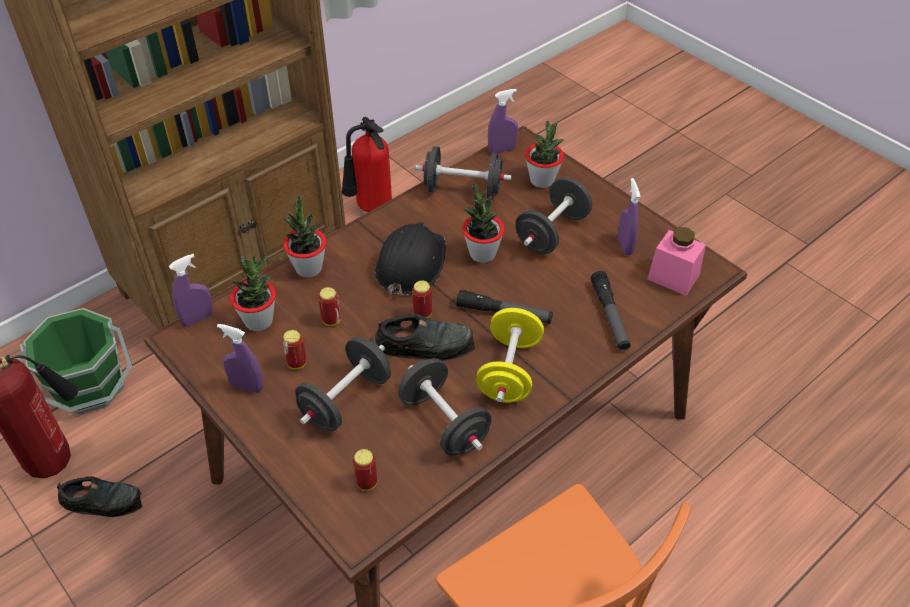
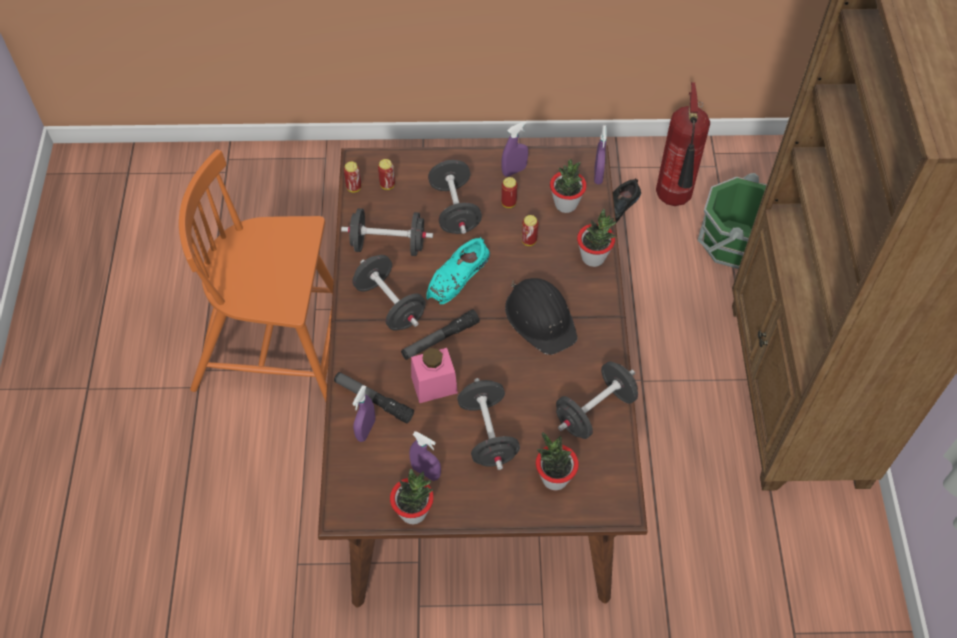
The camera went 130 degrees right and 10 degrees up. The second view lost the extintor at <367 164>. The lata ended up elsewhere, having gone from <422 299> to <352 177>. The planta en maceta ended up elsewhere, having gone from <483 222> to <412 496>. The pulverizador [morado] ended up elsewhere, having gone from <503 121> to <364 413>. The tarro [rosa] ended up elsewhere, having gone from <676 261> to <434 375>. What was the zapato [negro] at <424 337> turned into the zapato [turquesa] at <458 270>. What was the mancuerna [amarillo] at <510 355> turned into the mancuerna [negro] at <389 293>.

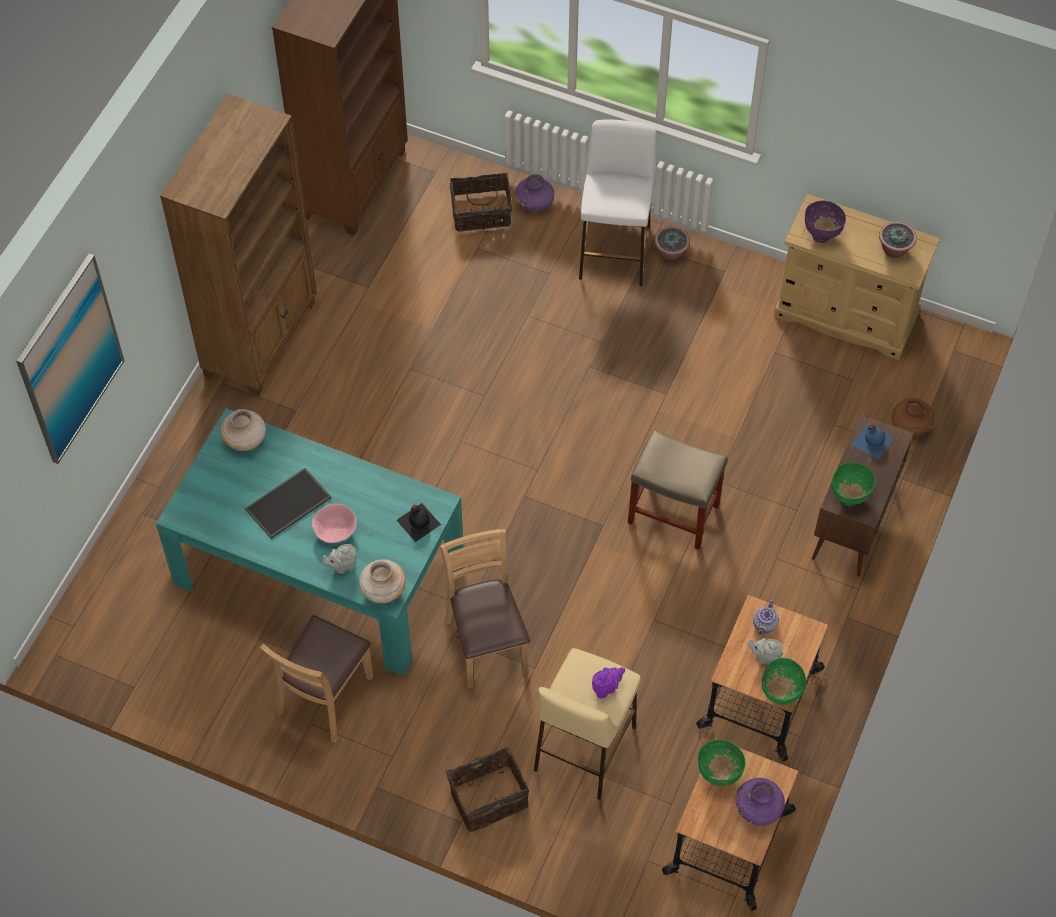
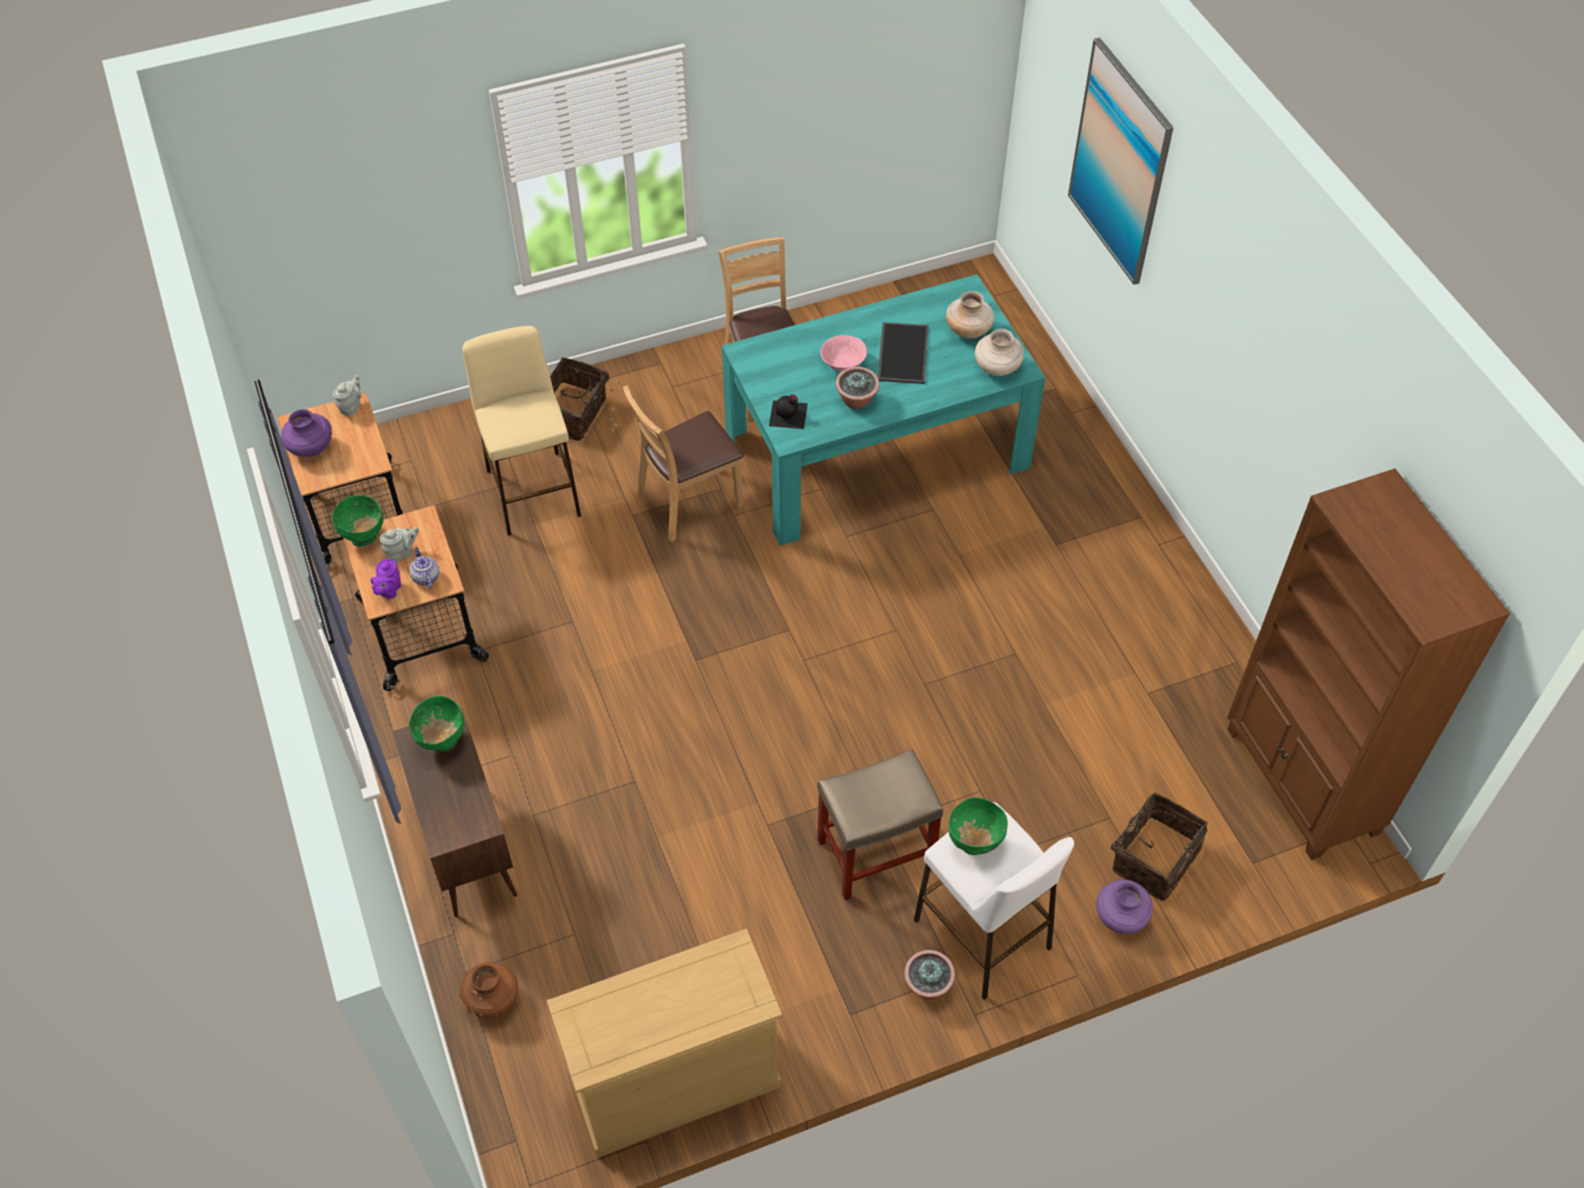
The camera went 135 degrees right and 5 degrees down. The second view lost the estantería [marrón] at <238 245>. The second view lost the cuenco [morado] at <825 221>. The second view lost the botella [azul] at <872 441>. The tetera [gris] ended up elsewhere, having gone from <339 559> to <347 396>. The florero [beis] ended up elsewhere, having gone from <382 581> to <970 315>. The tetera [morado] ended up elsewhere, having gone from <608 682> to <386 579>. The taburete [beis] ended up elsewhere, having gone from <678 490> to <880 824>. The cuenco [verde] ended up elsewhere, having gone from <722 762> to <978 826>. The planta en maceta ended up elsewhere, having gone from <898 239> to <857 388>. The silla [marrón] at <485 608> ended up facing another way, 120 degrees clockwise from before.

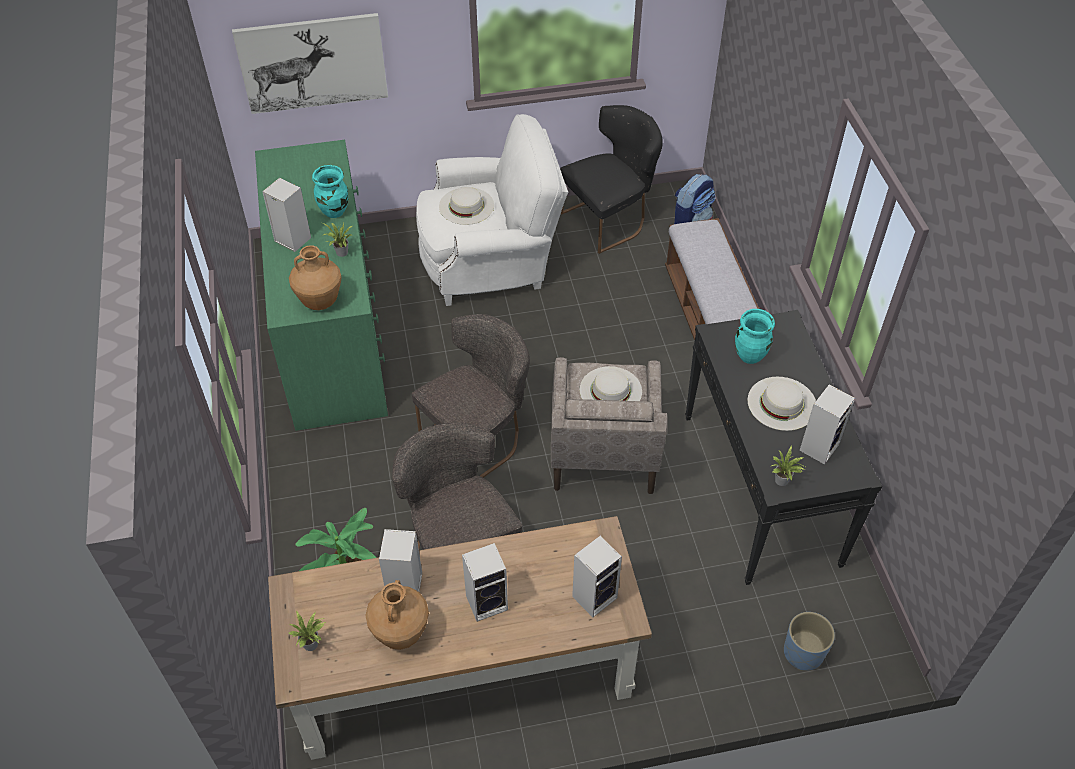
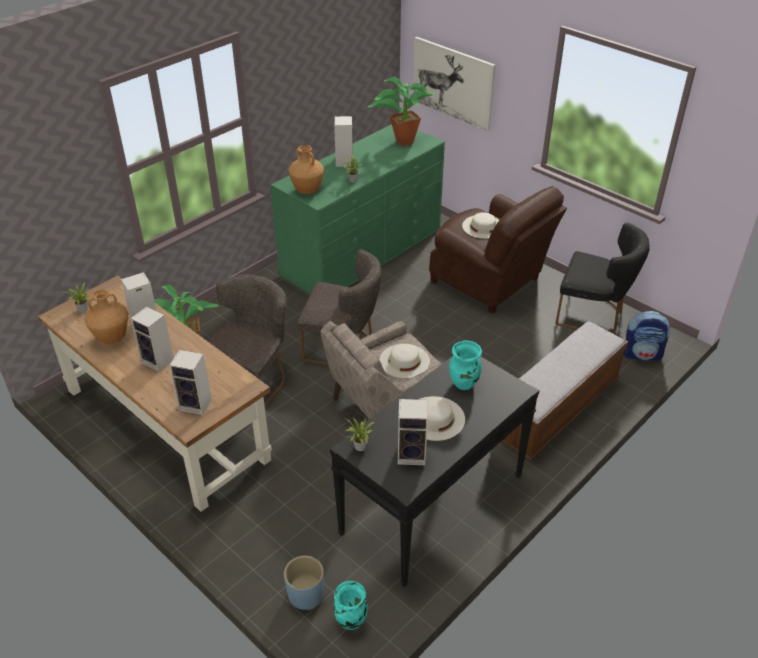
The camera went 55 degrees right and 10 degrees down. The second view gained the planta en maceta at <401 112>. The florero [turquesa] ended up elsewhere, having gone from <330 191> to <350 605>. What was the sillón [blanco] at <492 210> turned into the sillón [marrón] at <498 250>.

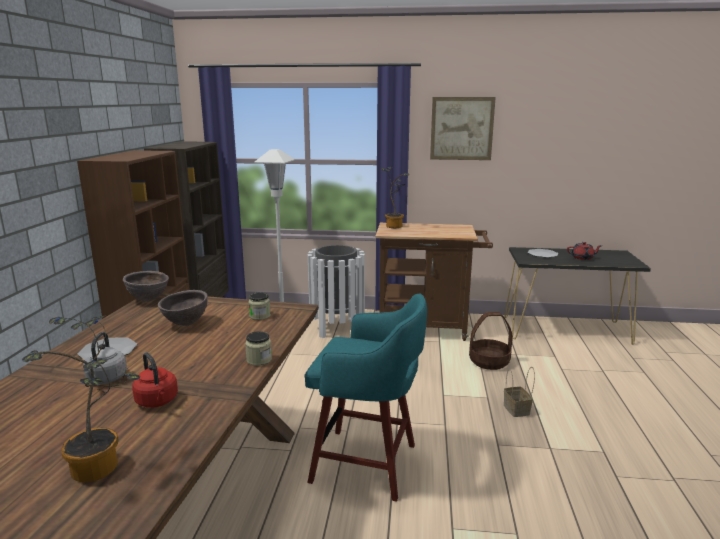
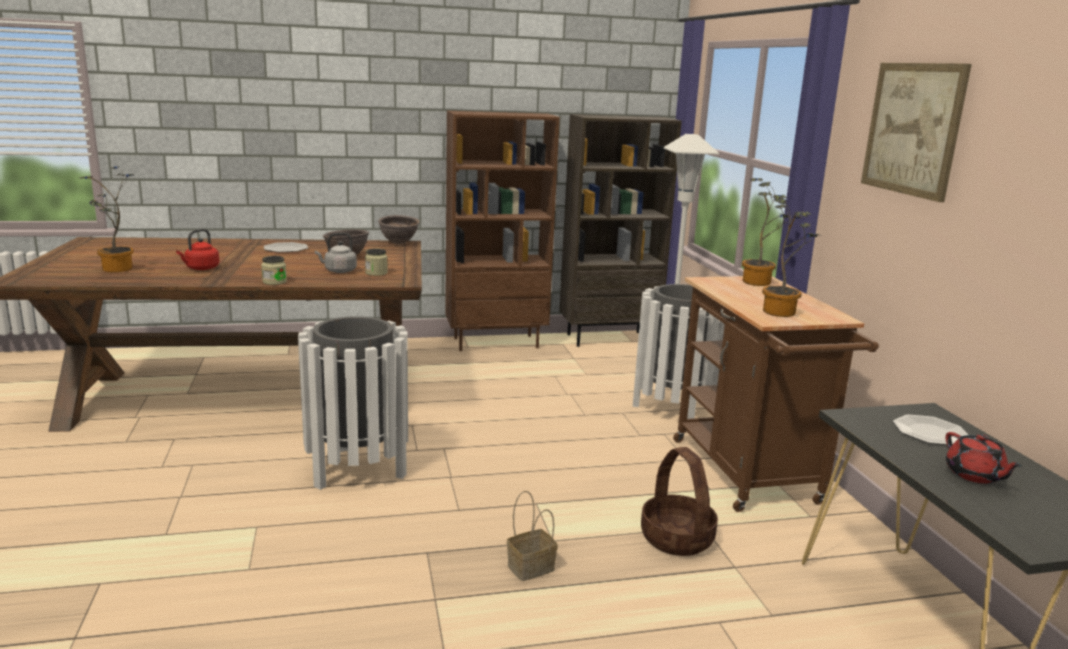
The camera went 70 degrees right and 0 degrees up. The second view gained the planta en maceta at <791 256>. The hervidor [gris] ended up elsewhere, having gone from <105 358> to <336 253>. Where the taburete [turquesa] stood at <366 397>, the papelera [blanco] came to stand at <353 403>.

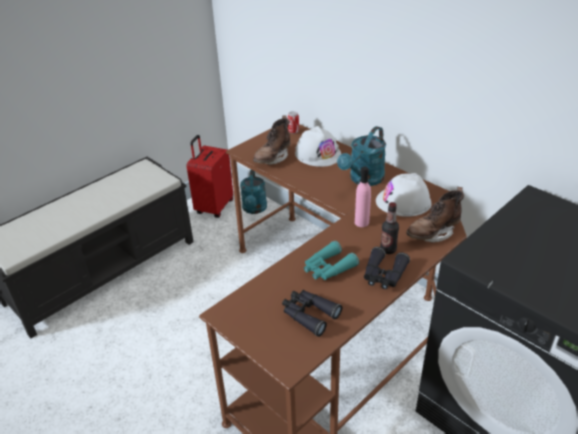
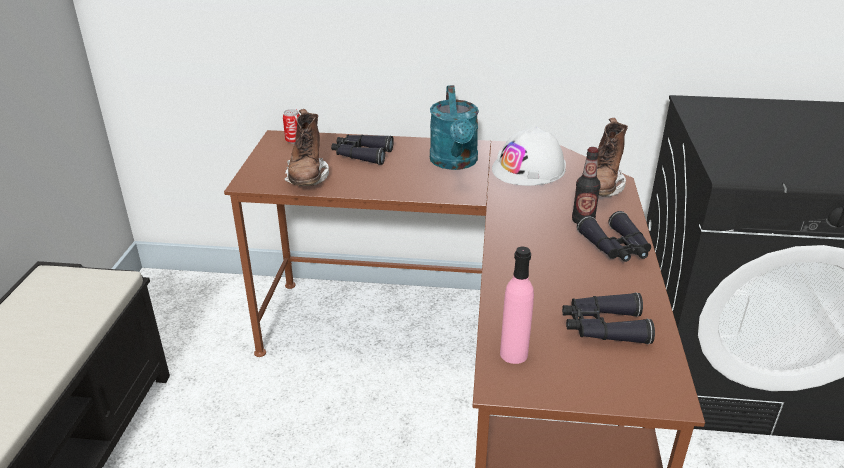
The camera went 40 degrees left and 5 degrees down. The second view lost the maleta [rojo] at <210 176>. The second view lost the regadera [turquesa] at <253 192>. The second view lost the prismáticos [turquesa] at <331 260>. The botella [rosa] ended up elsewhere, having gone from <363 196> to <517 305>. Where the casco [blanco] stood at <318 146>, the prismáticos [negro] came to stand at <362 150>.

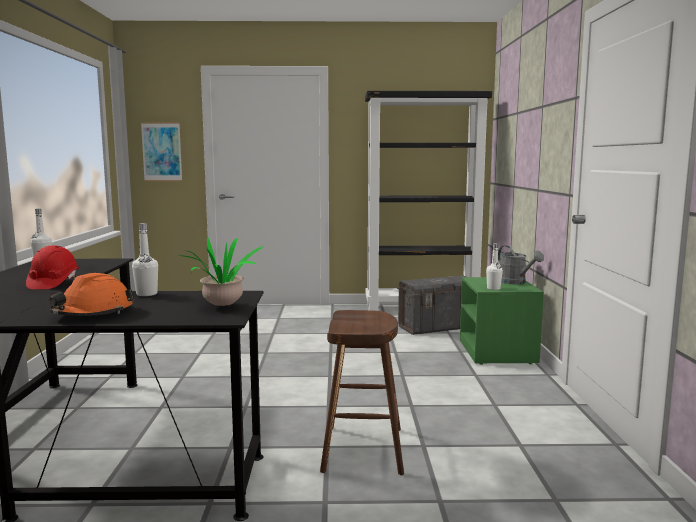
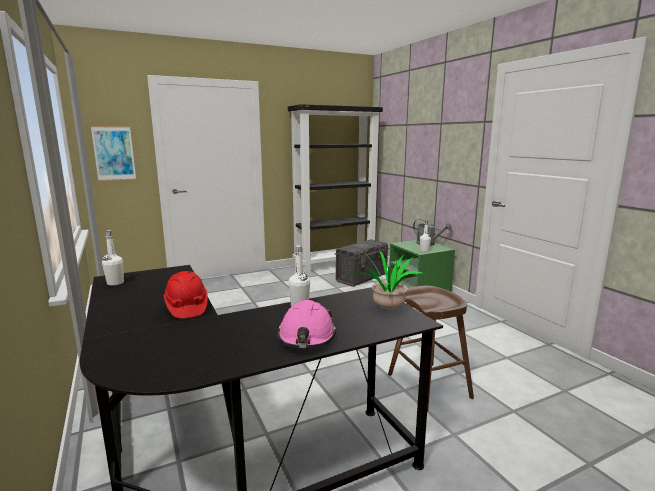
The camera went 25 degrees left and 5 degrees up. What was the casco [naranja] at <92 294> turned into the casco [rosa] at <307 324>.

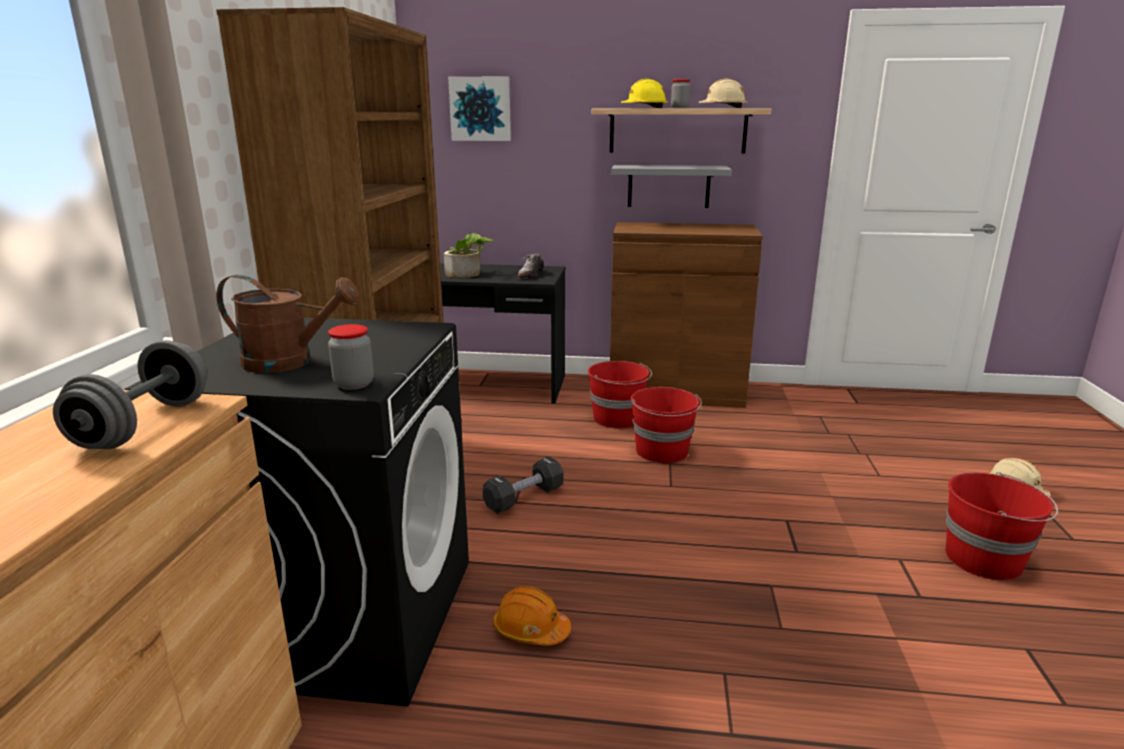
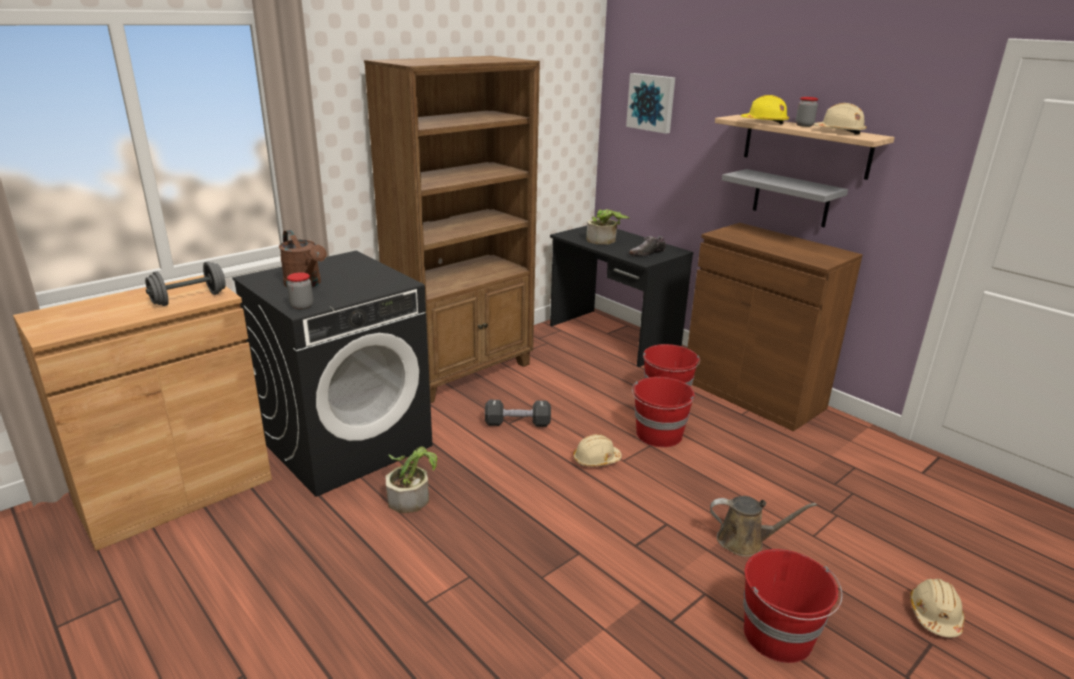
The camera went 40 degrees right and 5 degrees up. The second view gained the casco [beis] at <597 450>. The second view gained the regadera [marrón] at <763 526>. Where the casco [naranja] stood at <532 616>, the planta en maceta came to stand at <411 480>.

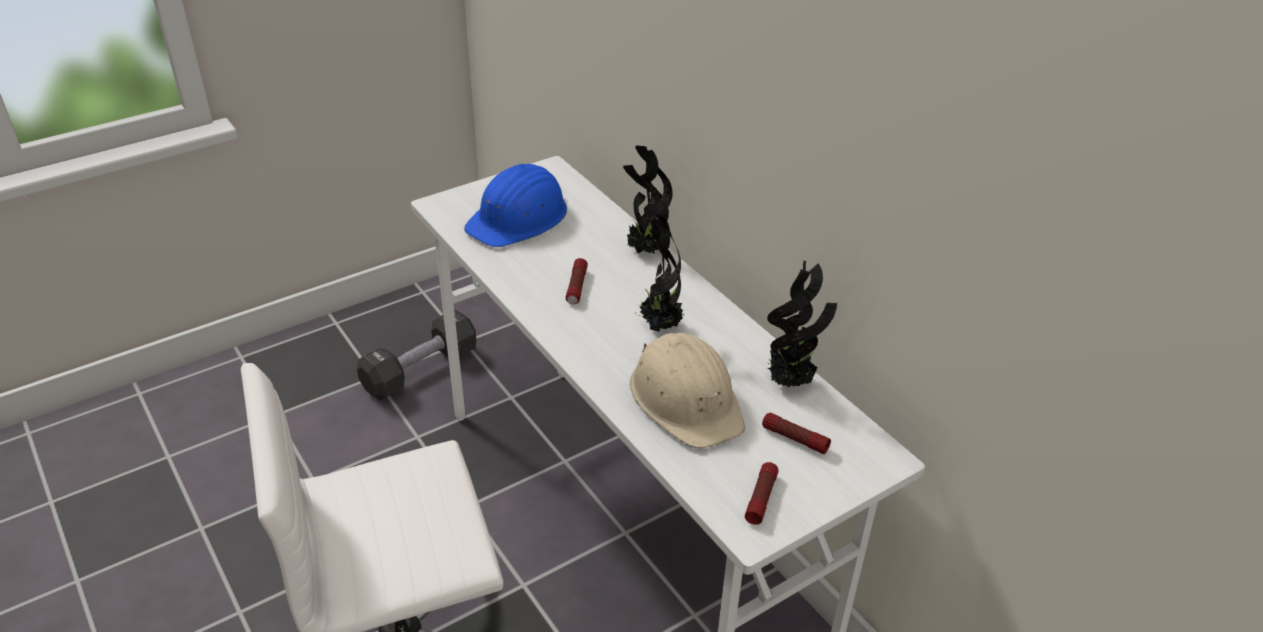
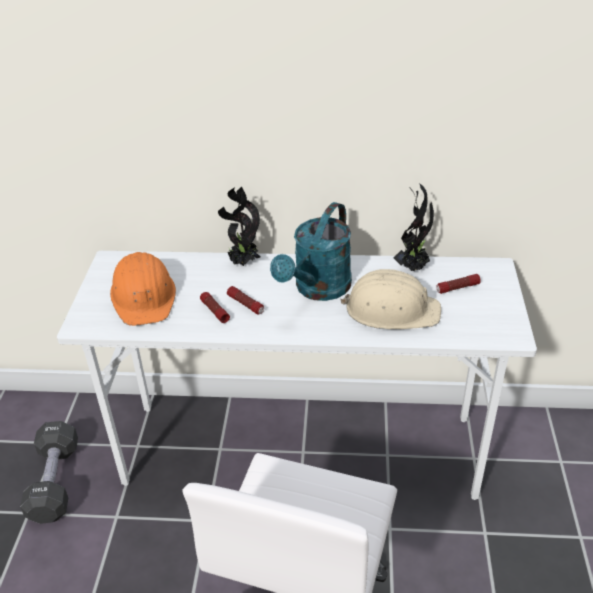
The camera went 50 degrees left and 0 degrees up. The linterna ended up elsewhere, having gone from <762 493> to <215 307>. Where the planta en maceta stood at <659 272>, the regadera [turquesa] came to stand at <311 251>. What was the casco [azul] at <515 205> turned into the casco [naranja] at <143 289>.

